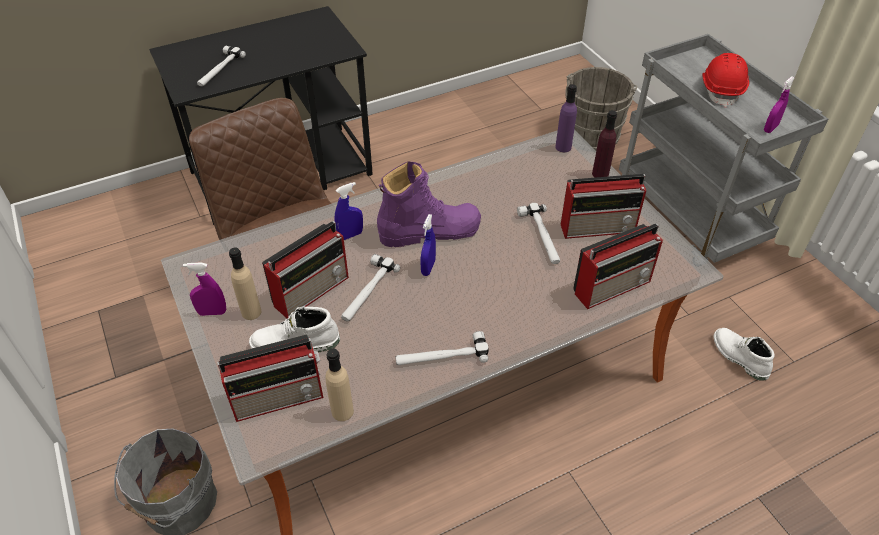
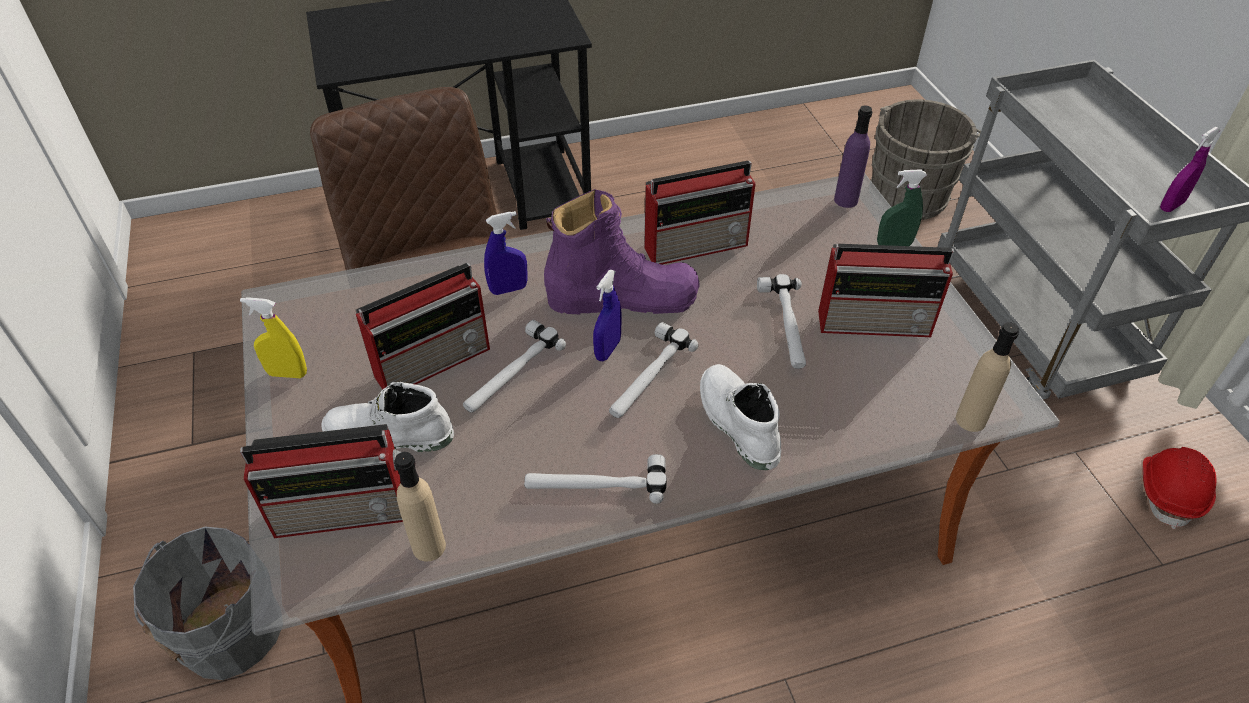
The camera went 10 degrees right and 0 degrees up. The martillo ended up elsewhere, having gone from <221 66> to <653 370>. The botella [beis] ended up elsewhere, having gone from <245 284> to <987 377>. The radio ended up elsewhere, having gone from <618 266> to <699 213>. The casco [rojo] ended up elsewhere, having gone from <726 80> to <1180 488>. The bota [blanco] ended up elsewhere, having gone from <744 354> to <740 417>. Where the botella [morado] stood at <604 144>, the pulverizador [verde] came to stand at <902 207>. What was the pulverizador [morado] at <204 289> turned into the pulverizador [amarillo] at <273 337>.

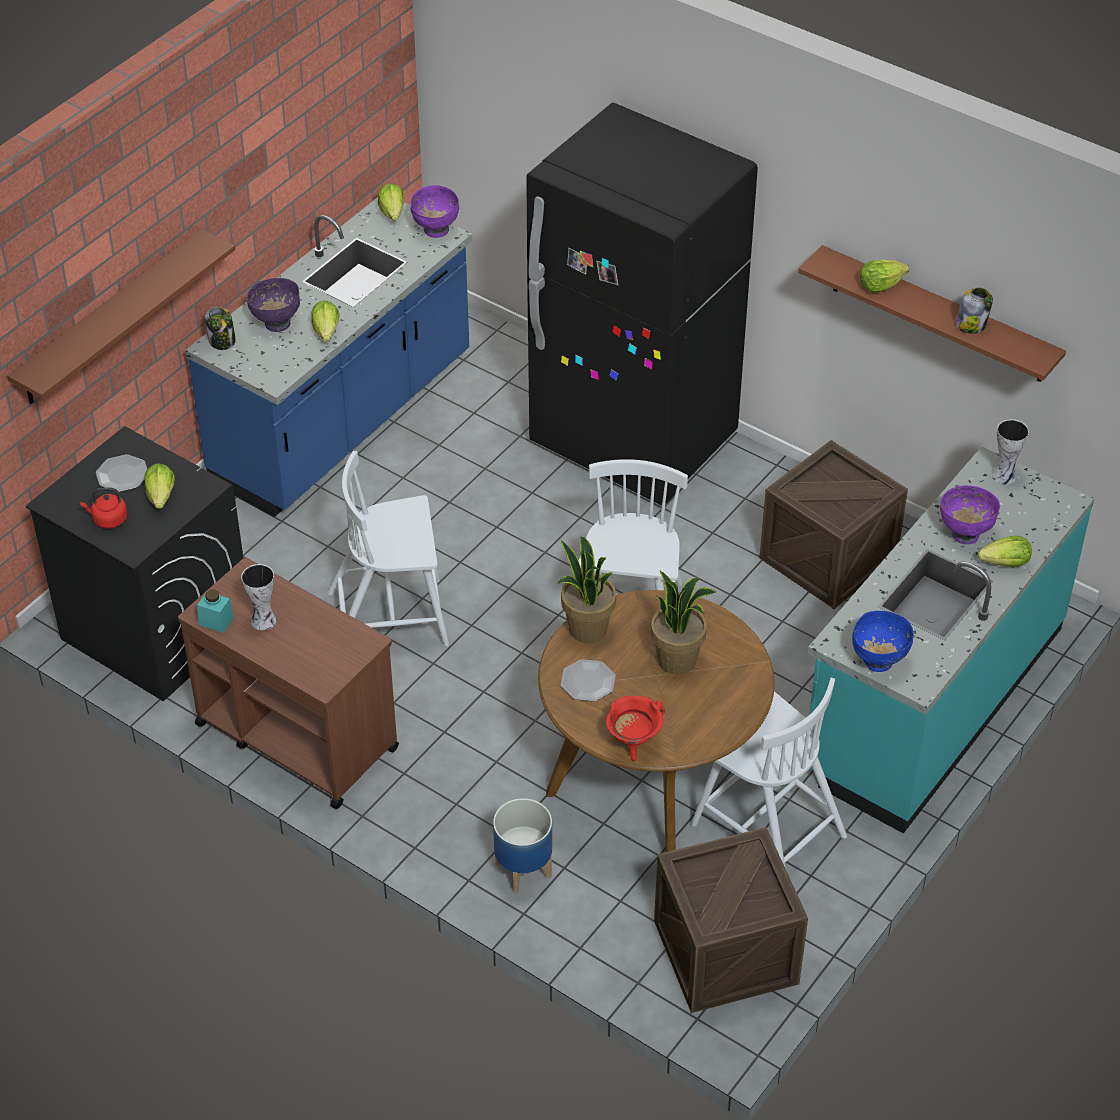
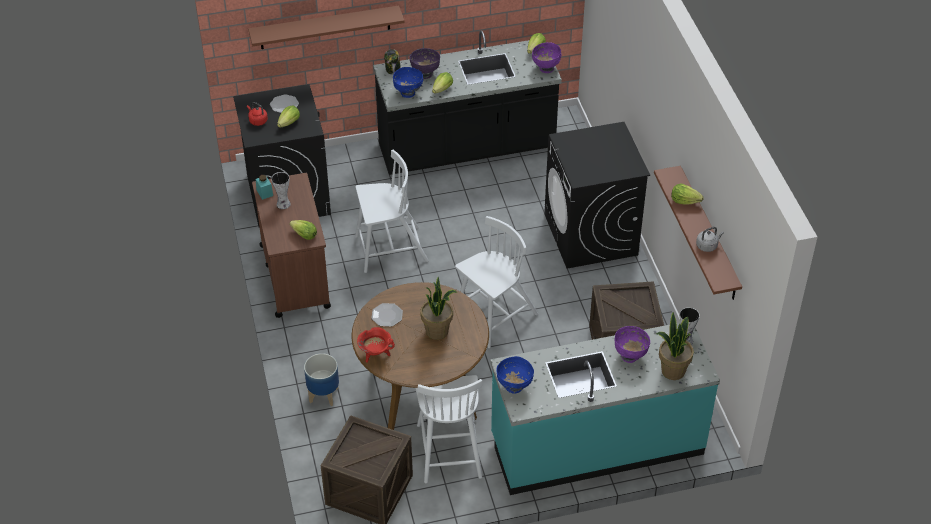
The camera went 40 degrees right and 0 degrees up. The second view gained the cuenco [azul] at <408 82>. The planta en maceta ended up elsewhere, having gone from <587 589> to <675 346>. The lechuga ended up elsewhere, having gone from <1005 551> to <303 230>. Where the nevera [negro] stood at <642 304>, the lavadora [negro] came to stand at <597 195>. Where the tarro stood at <974 311>, the hervidor [gris] came to stand at <710 239>. What was the mueble bajo de cocina [azul] at <328 357> turned into the mueble bajo de cocina [negro] at <467 102>. The silla [blanco] at <388 548> ended up facing another way, 135 degrees clockwise from before.

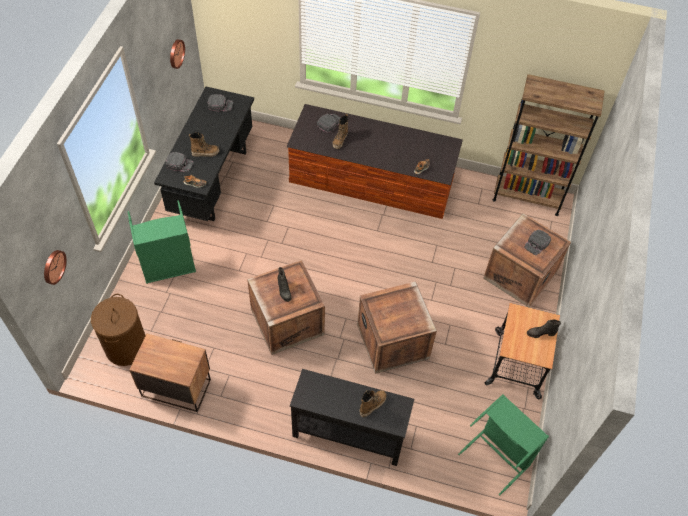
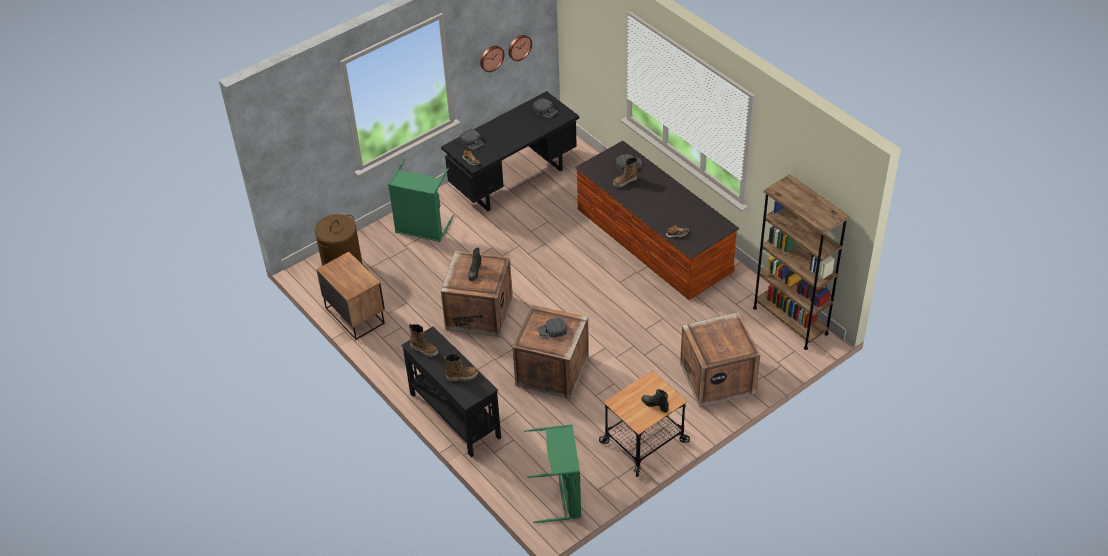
The camera went 40 degrees right and 10 degrees down. The reloj de pared ended up elsewhere, having gone from <55 267> to <492 59>. The bota ended up elsewhere, having gone from <204 144> to <423 340>. The gorra [negro] ended up elsewhere, having gone from <537 242> to <552 328>.

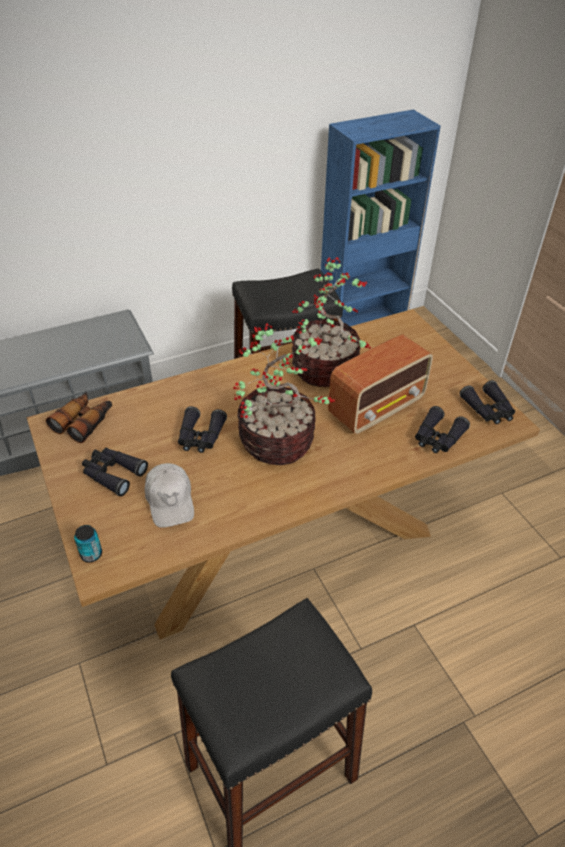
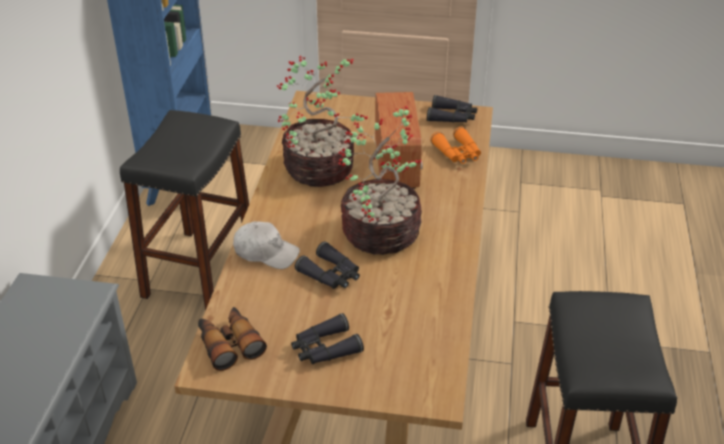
The camera went 55 degrees left and 5 degrees down. The second view lost the lata at <88 543>. The gorra [blanco] ended up elsewhere, having gone from <169 495> to <266 245>. What was the prismáticos [negro] at <442 429> turned into the prismáticos [naranja] at <455 145>.

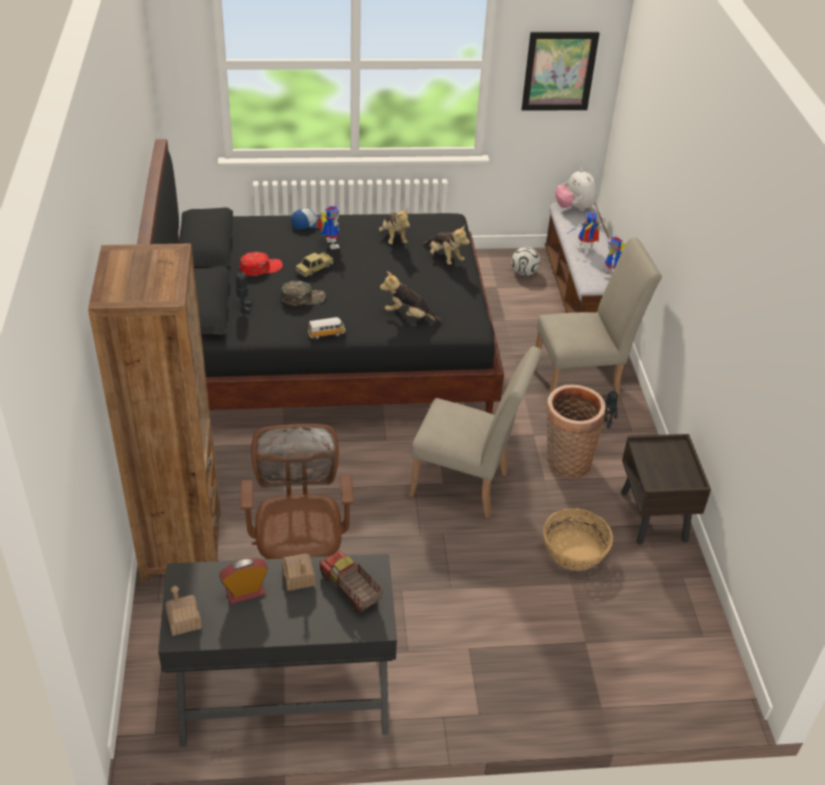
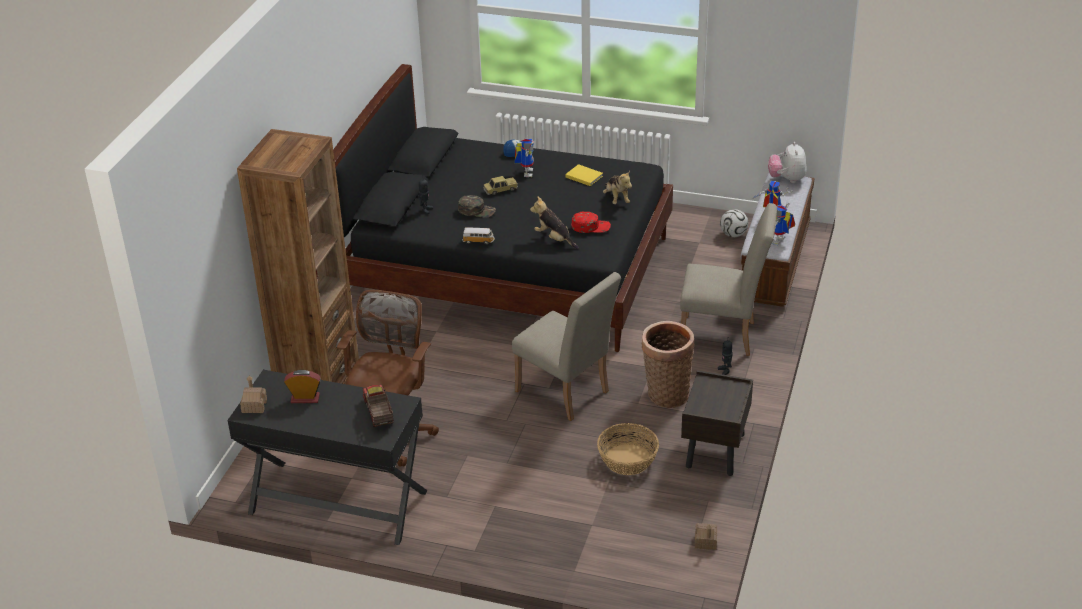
The camera went 25 degrees right and 5 degrees down. The second view lost the cuadro at <560 71>. The gorra [rojo] ended up elsewhere, having gone from <261 264> to <591 222>. The casita ended up elsewhere, having gone from <298 572> to <706 536>. Where the peluche stood at <394 226>, the libro [amarillo] came to stand at <584 175>.

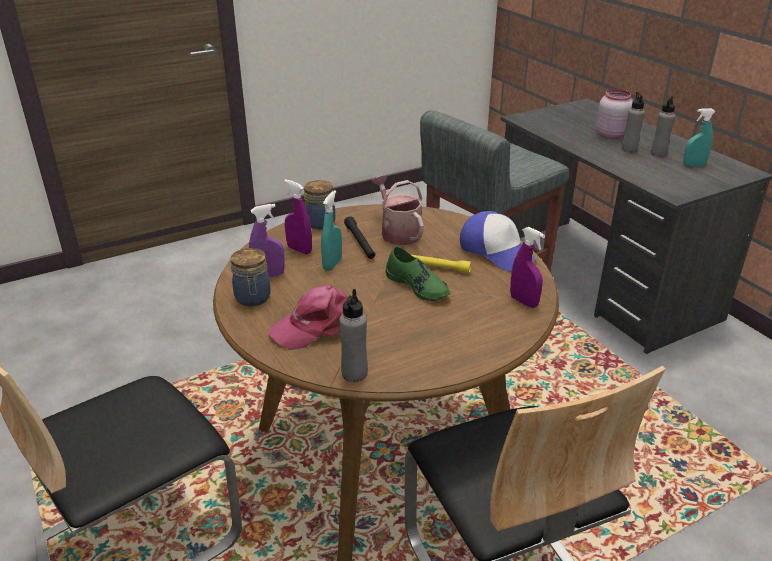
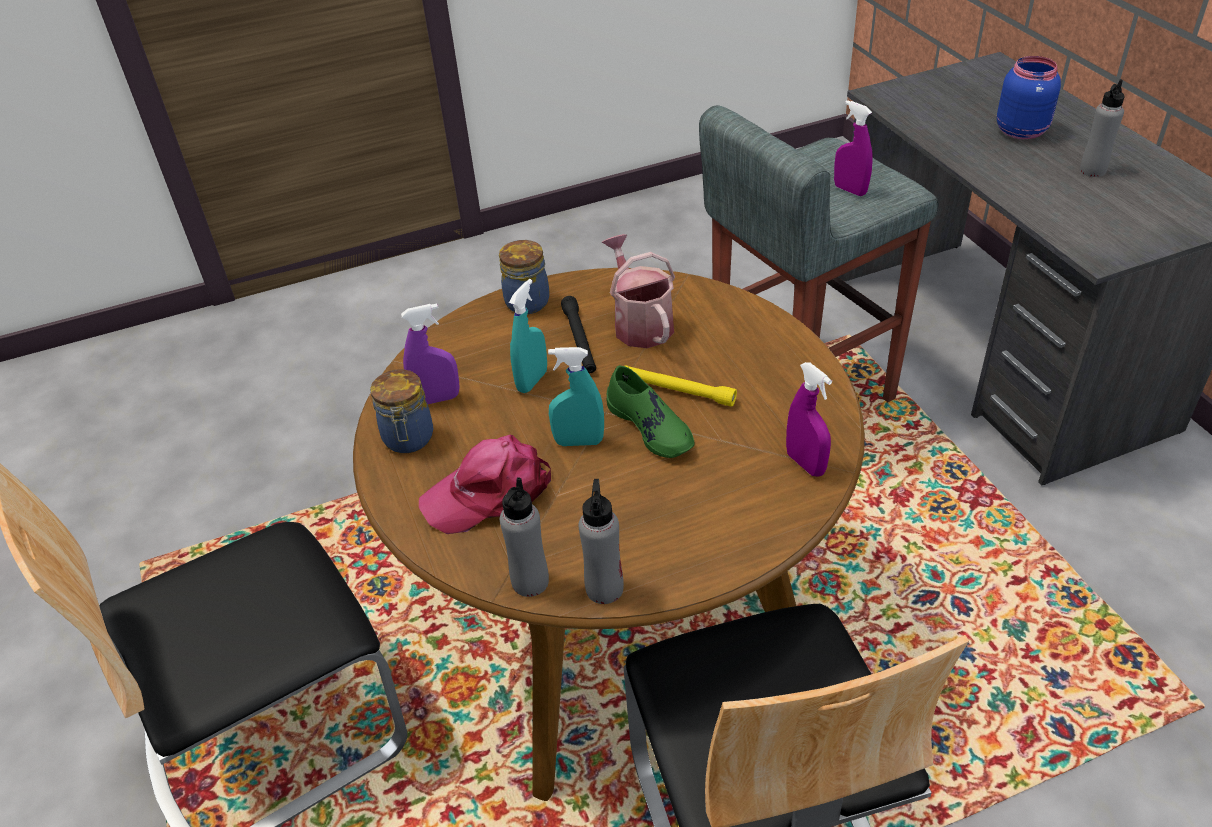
The camera went 10 degrees right and 10 degrees up. The second view lost the gorra at <498 241>. The pulverizador [morado] ended up elsewhere, having gone from <298 216> to <853 148>. The botella [gris] ended up elsewhere, having gone from <633 122> to <601 541>. The pulverizador [turquesa] ended up elsewhere, having gone from <699 137> to <576 396>. What was the tarro [rosa] at <614 114> turned into the tarro [azul] at <1029 97>.

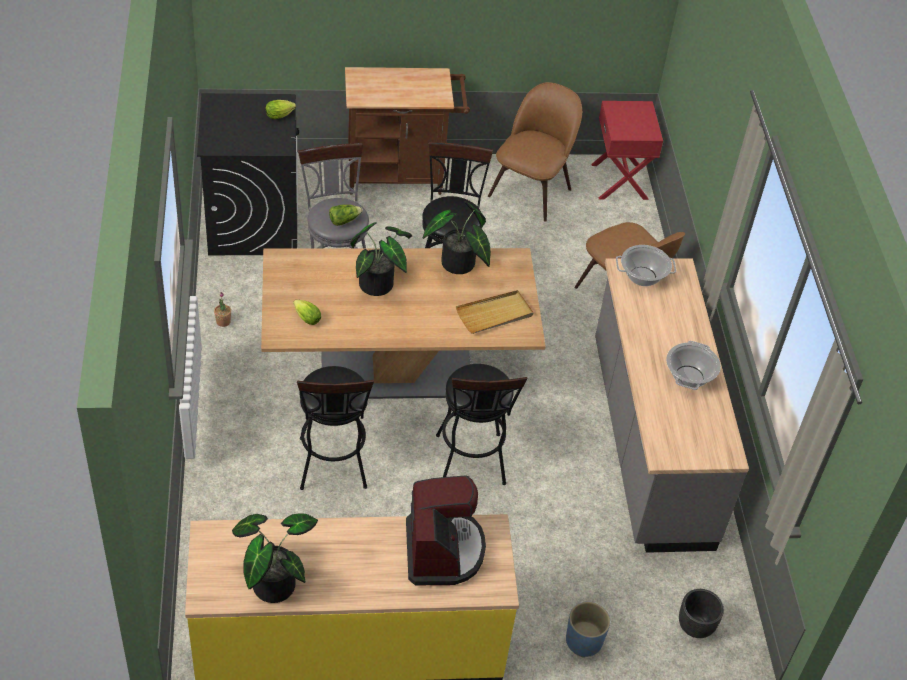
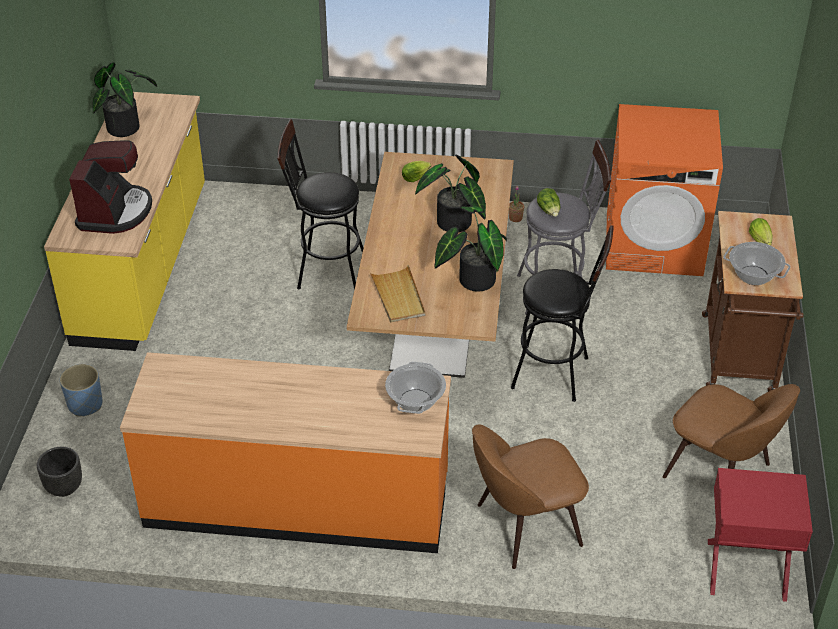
The camera went 105 degrees right and 5 degrees down. The second view lost the taburete [negro] at <481 424>. The lechuga ended up elsewhere, having gone from <280 109> to <761 231>. The olla ended up elsewhere, having gone from <693 365> to <756 263>. What was the lavadora [negro] at <248 174> turned into the lavadora [naranja] at <664 190>. What was the mueble bajo de cocina [gris] at <672 405> turned into the mueble bajo de cocina [naranja] at <285 452>. The cafetera at <446 530> ended up facing another way, 90 degrees counterclockwise from before.

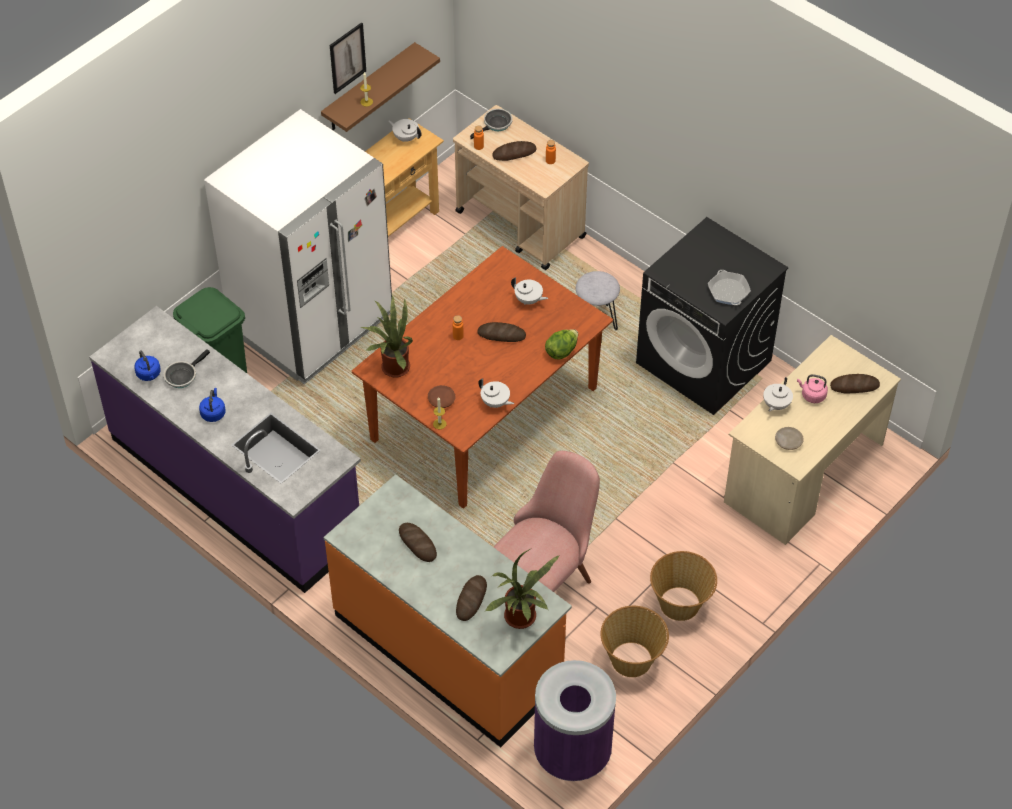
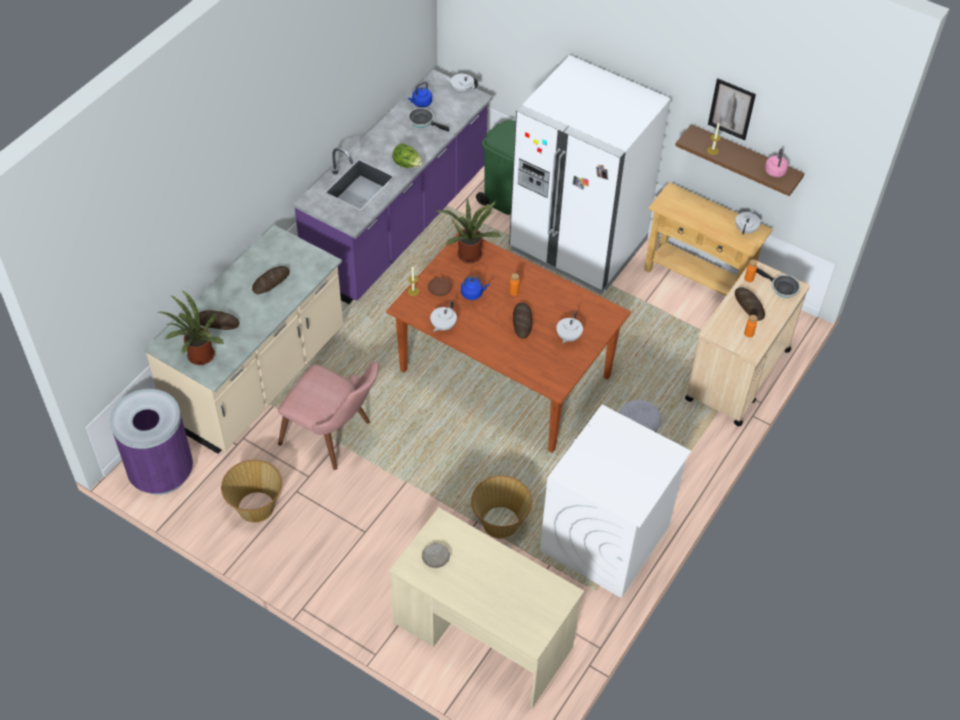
The camera went 80 degrees right and 0 degrees up. The second view lost the sartén at <729 287>. The second view lost the pan at <855 384>. The hervidor [azul] ended up elsewhere, having gone from <212 405> to <475 288>. The lechuga ended up elsewhere, having gone from <561 344> to <407 155>. The cesta ended up elsewhere, having gone from <683 586> to <501 507>. The tetera [blanco] ended up elsewhere, having gone from <778 394> to <461 84>. The hervidor [rosa] ended up elsewhere, having gone from <812 388> to <776 162>. What was the mueble bajo de cocina [naranja] at <448 610> turned into the mueble bajo de cocina [beis] at <243 339>. What was the lavadora [negro] at <712 316> turned into the lavadora [blanco] at <615 501>.

